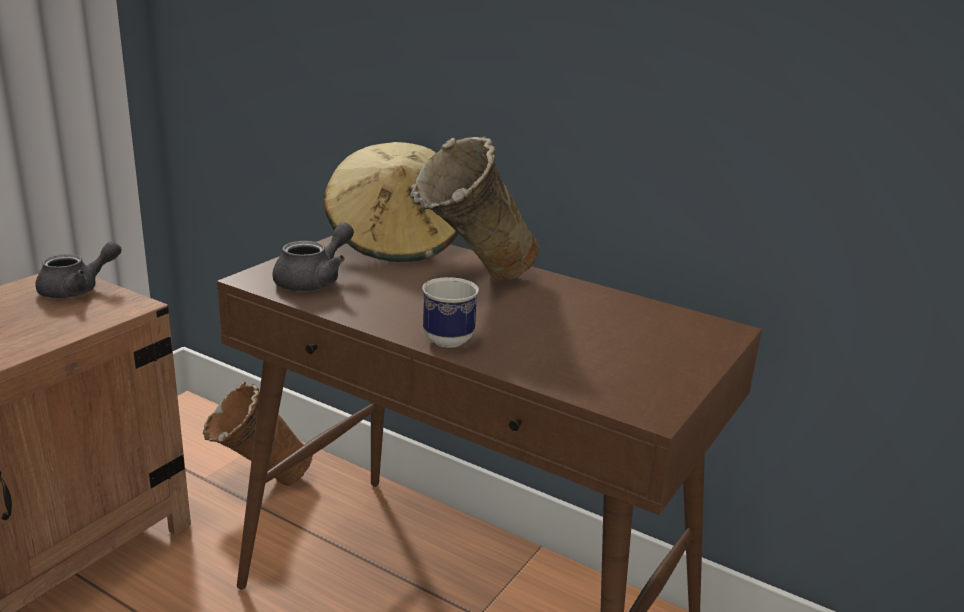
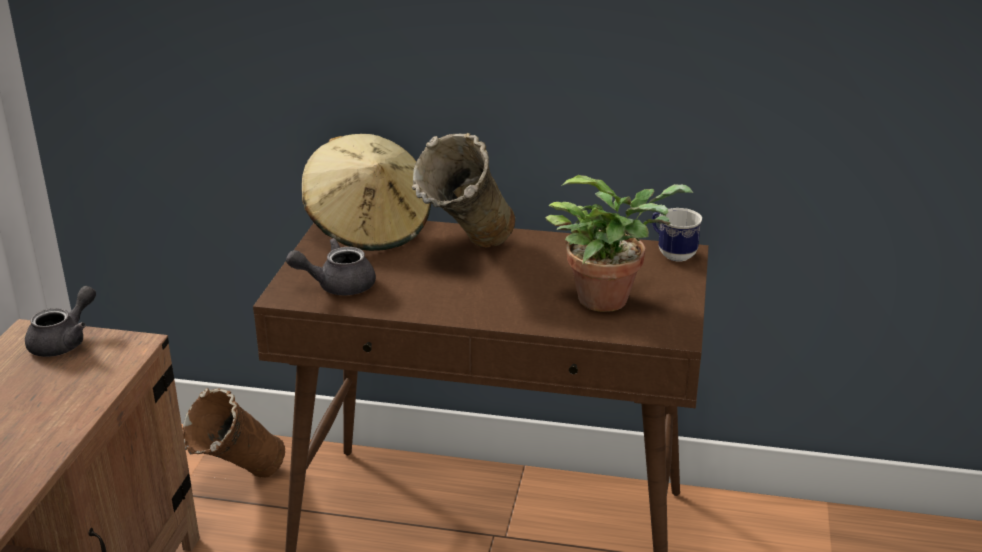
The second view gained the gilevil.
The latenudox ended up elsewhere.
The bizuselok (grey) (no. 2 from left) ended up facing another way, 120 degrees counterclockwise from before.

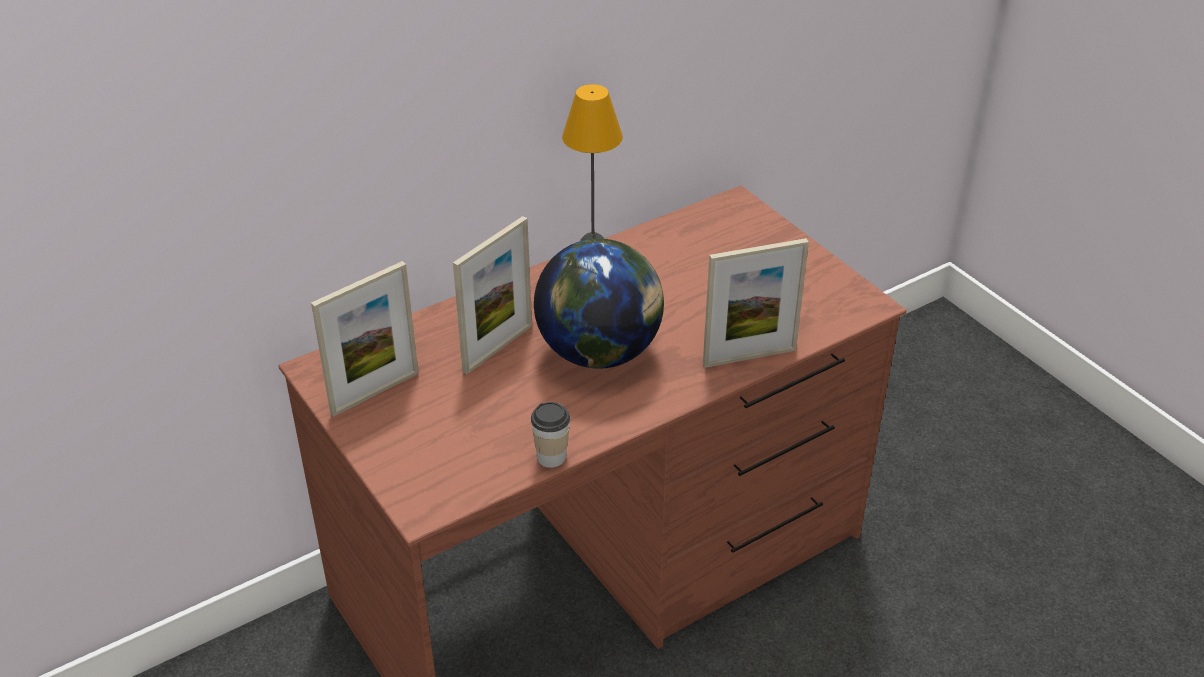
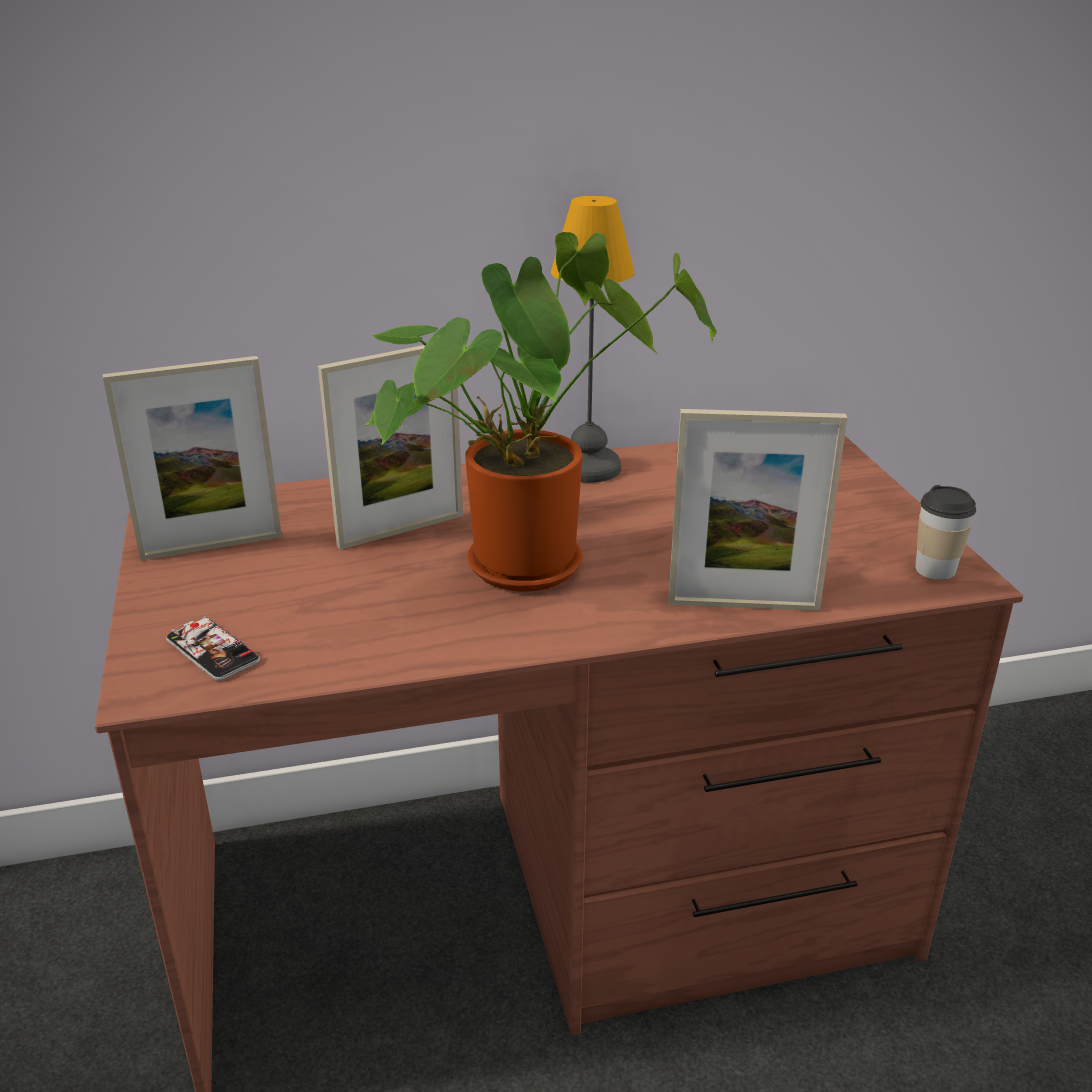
The second view gained the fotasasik.
The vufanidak ended up elsewhere.
Where the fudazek stood, the gilevil came to stand.

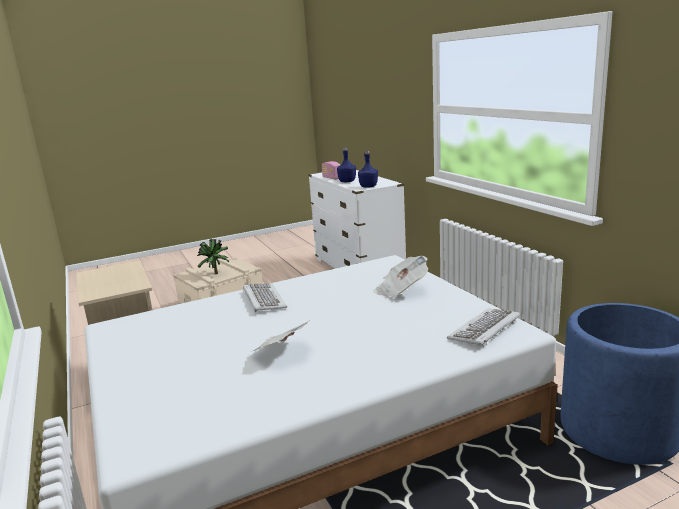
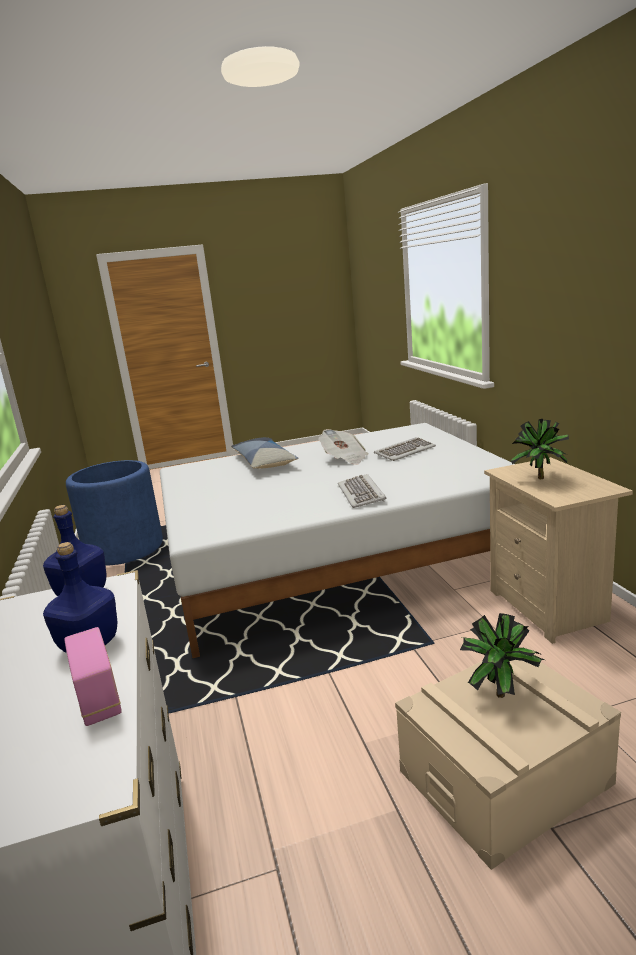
The second view lost the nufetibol (no. 2 from left).
The second view gained the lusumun.
The second view gained the gilevil (no. 2 from left).
The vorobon (no. 2 from left) ended up elsewhere.

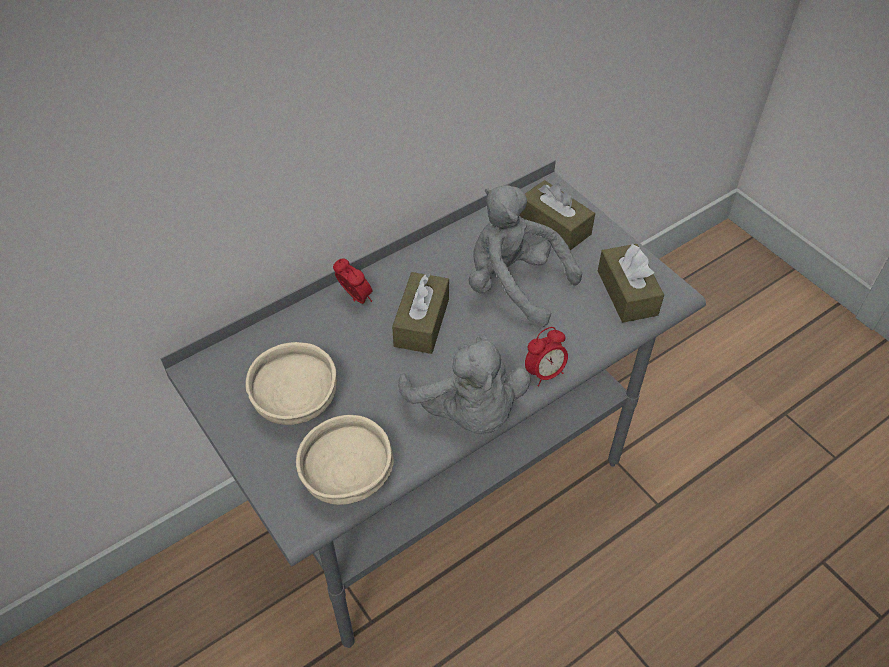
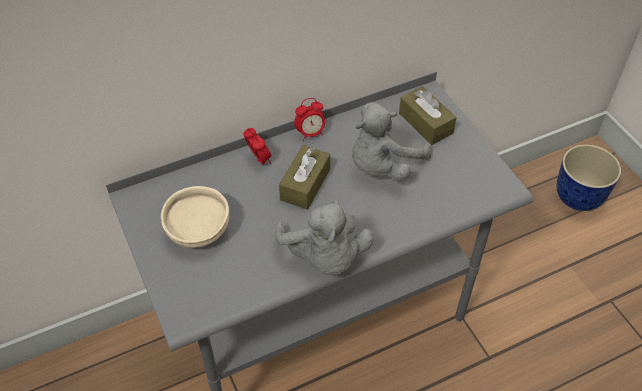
The second view lost the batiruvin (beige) (no. 2 from left).
The second view lost the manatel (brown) (no. 3 from left).
The second view gained the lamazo.
The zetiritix (no. 2 from left) ended up elsewhere.
The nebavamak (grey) (no. 2 from left) ended up facing another way, 90 degrees counterclockwise from before.

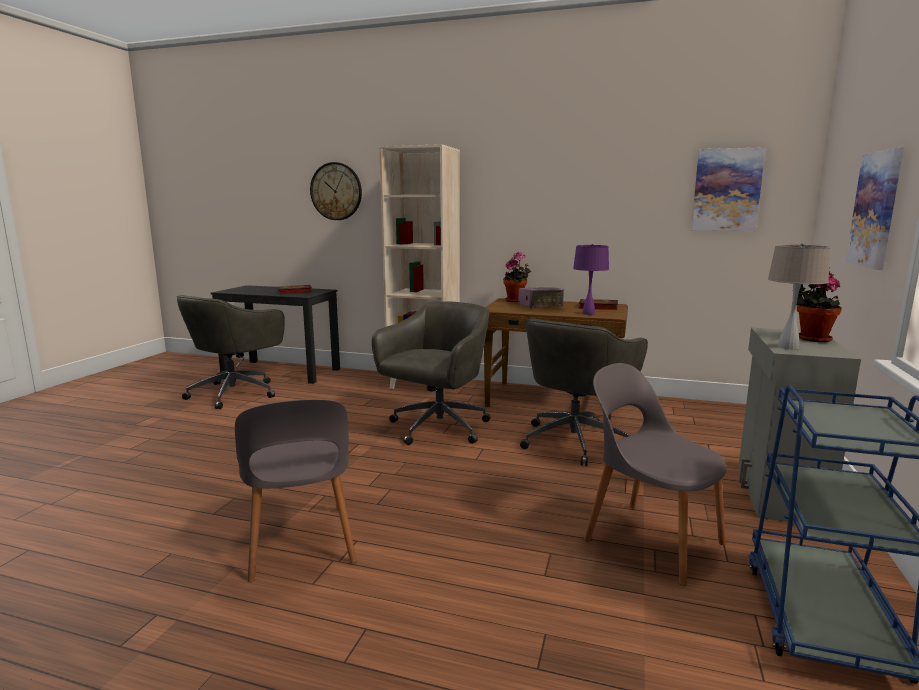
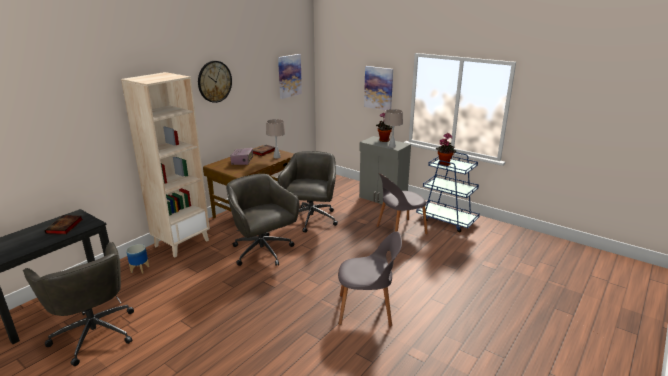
The second view gained the lamazo.
The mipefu ended up elsewhere.
The gilevil (no. 1 from left in the first image) ended up elsewhere.
What was the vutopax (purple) turned into the vutopax (beige) (no. 1 from left).
The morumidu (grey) (no. 3 from left) ended up facing another way, 135 degrees counterclockwise from before.

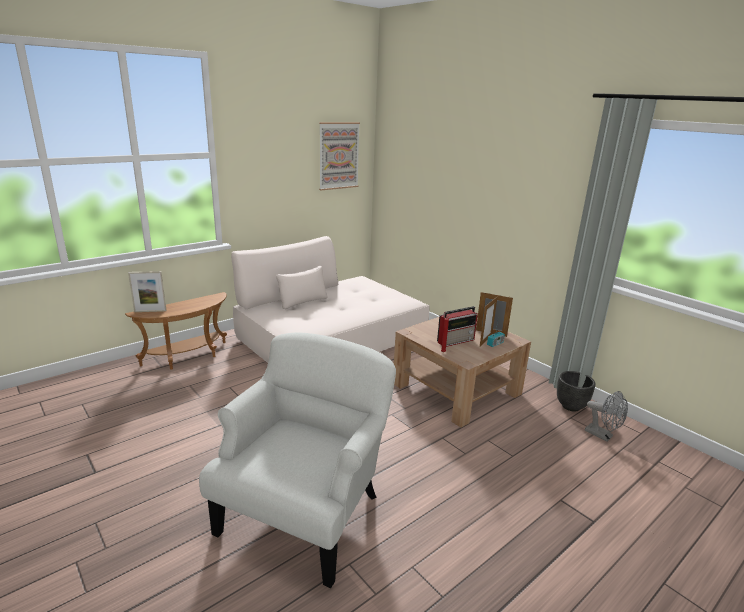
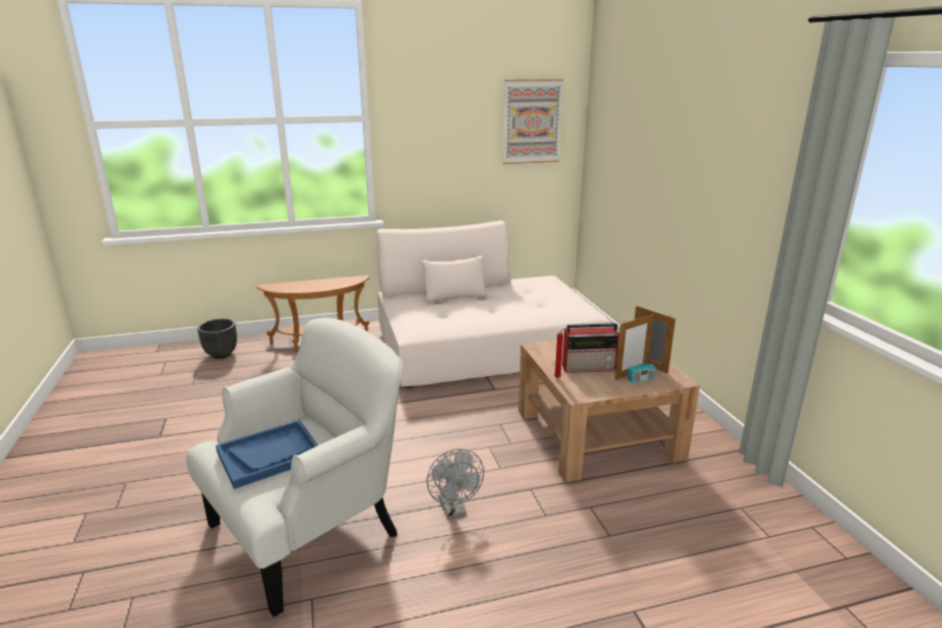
The second view lost the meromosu (no. 1 from left).
The second view gained the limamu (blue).
The lamazo (black) ended up elsewhere.
The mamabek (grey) ended up elsewhere.

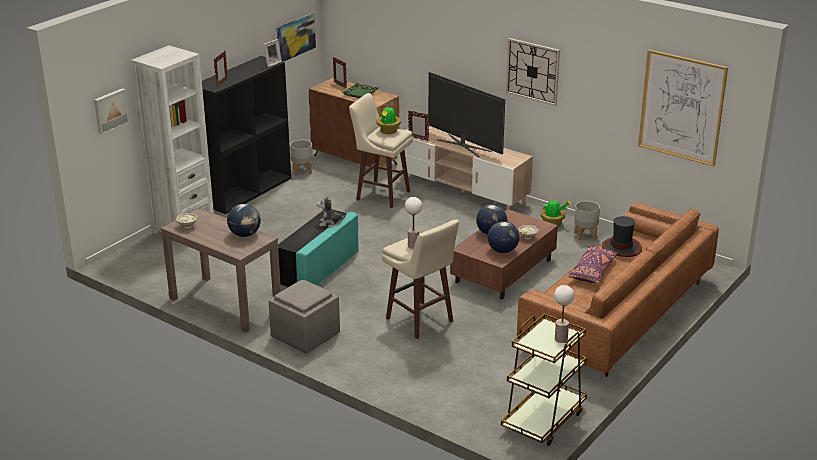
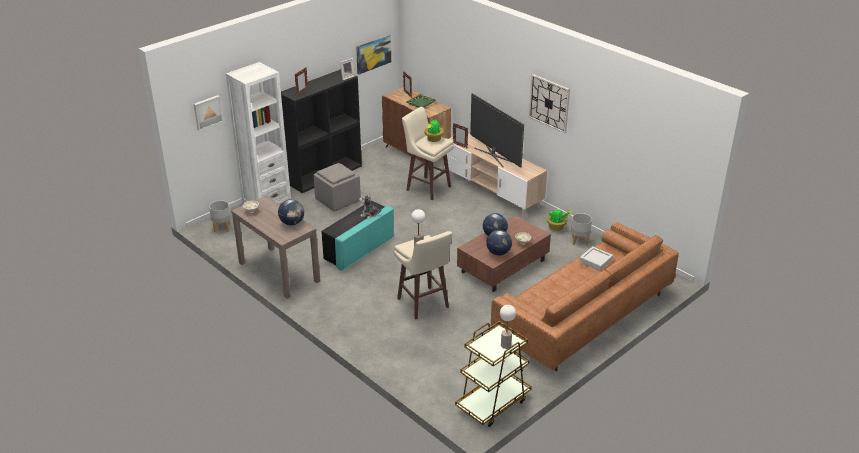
The second view lost the lusumun (purple).
The second view lost the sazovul (no. 3 from left).
The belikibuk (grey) ended up elsewhere.
The lamazo (grey) (no. 1 from left) ended up elsewhere.
Where the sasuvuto stood, the limamu (grey) came to stand.

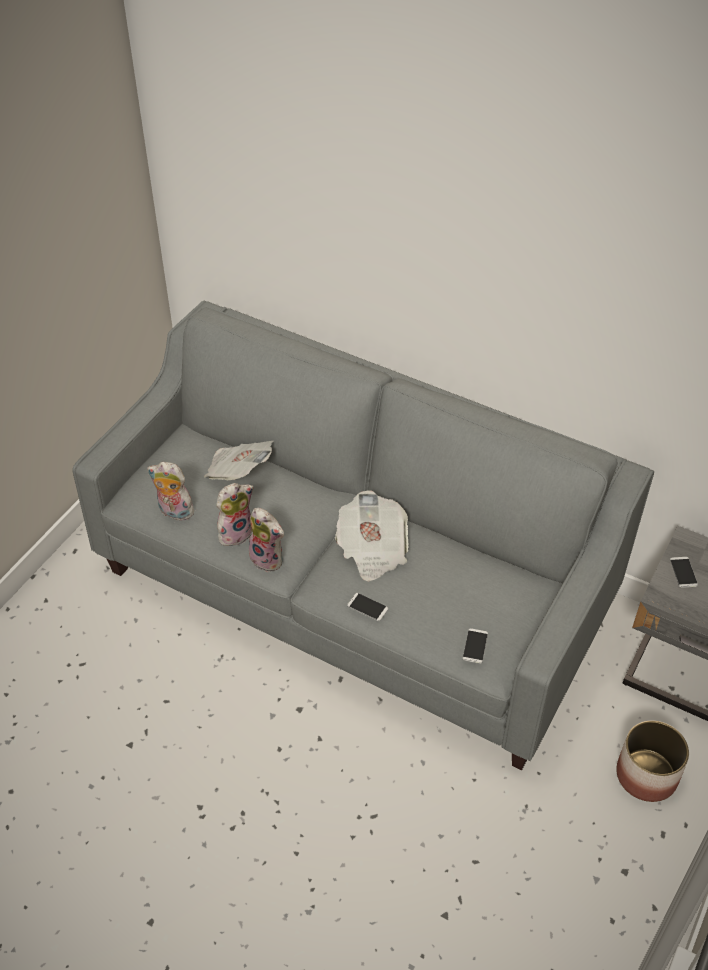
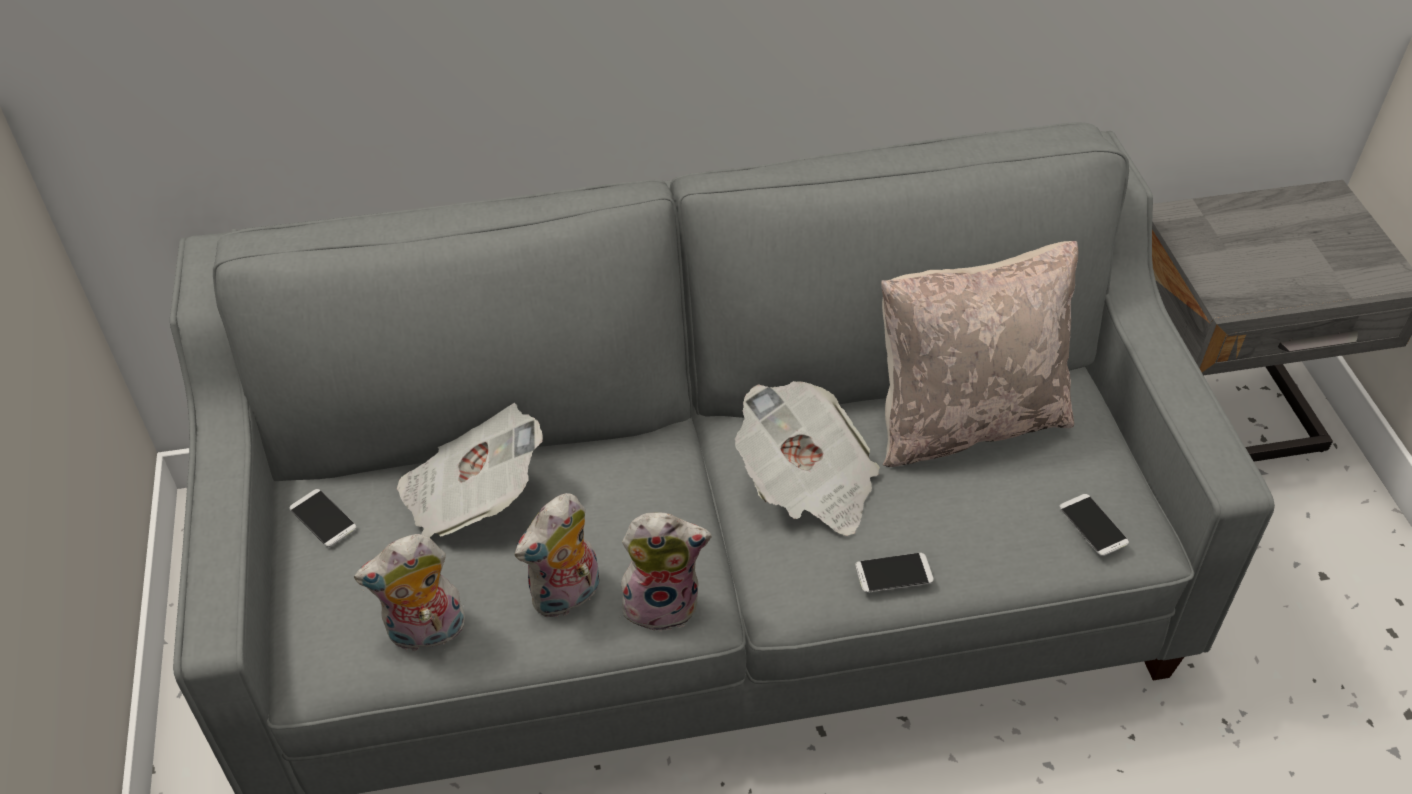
The second view lost the lamazo.
The second view gained the lusumun (beige).
The fotasasik (no. 3 from left in the first image) ended up elsewhere.
The nebavamak (no. 2 from left) ended up facing another way, 150 degrees counterclockwise from before.

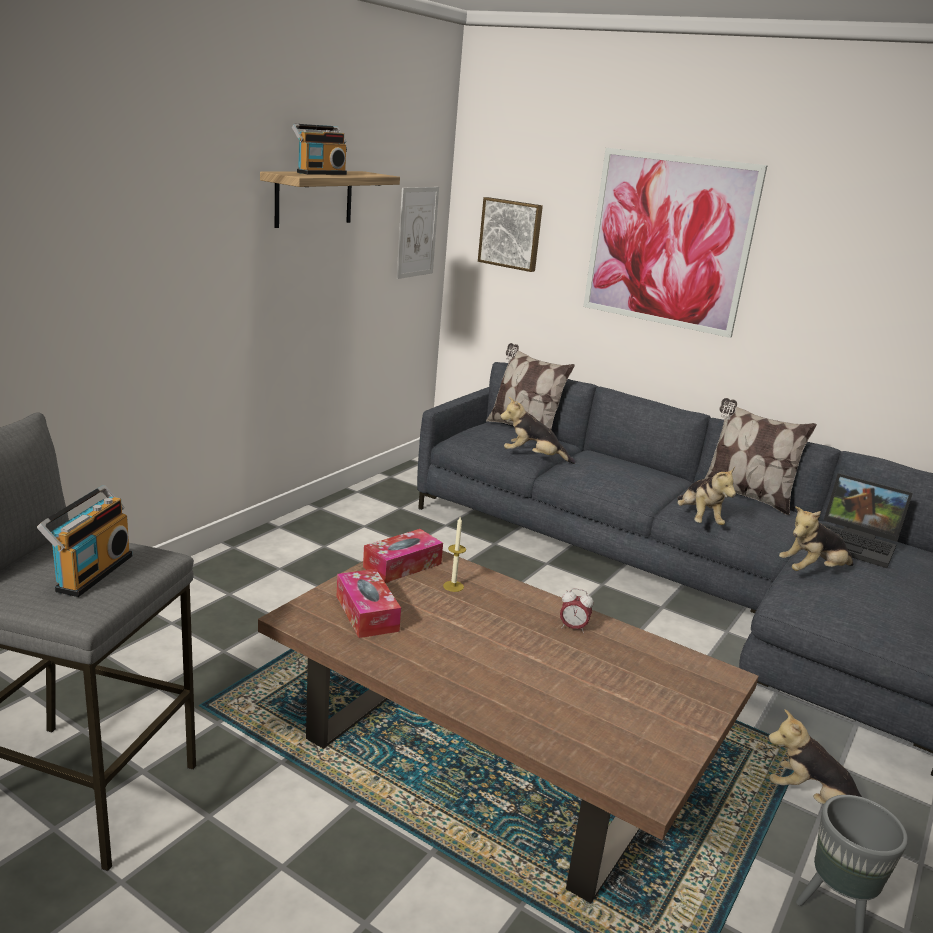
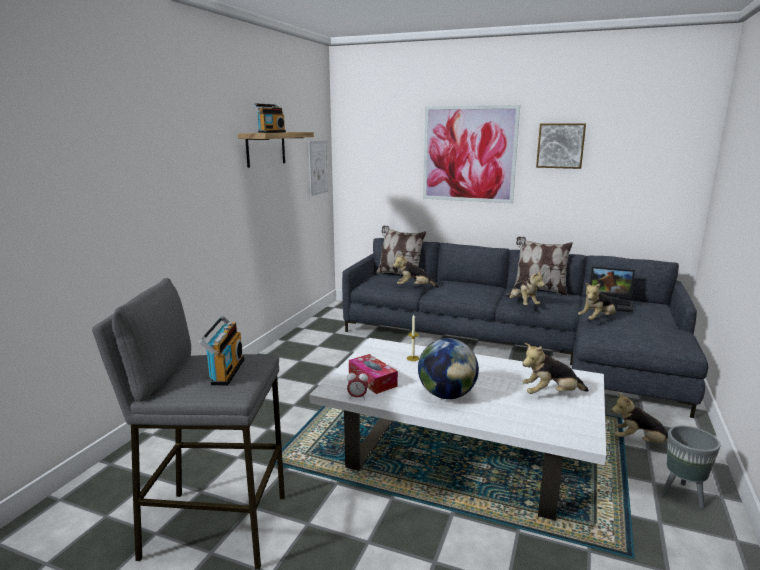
The second view lost the manatel (no. 2 from left).
The second view gained the fudazek.
The second view gained the nebavamak (no. 3 from left).
The sazovul (no. 2 from left in the first image) ended up elsewhere.
The zetiritix ended up elsewhere.
What was the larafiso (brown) turned into the larafiso (white).

